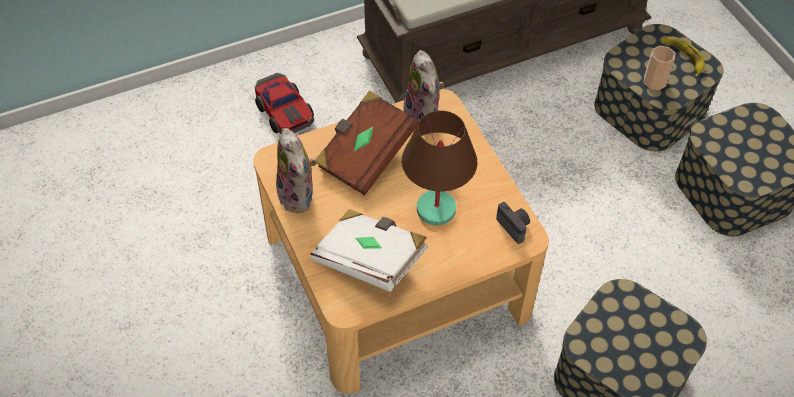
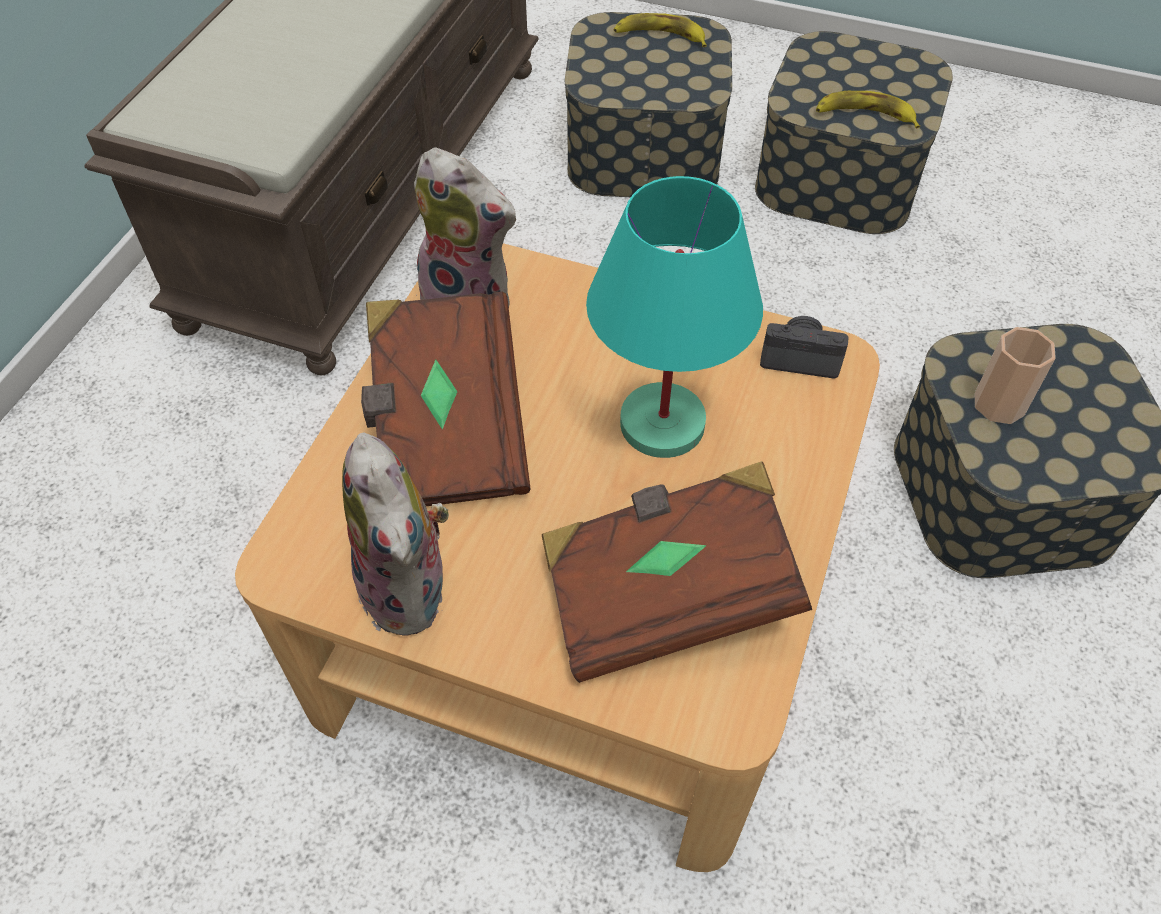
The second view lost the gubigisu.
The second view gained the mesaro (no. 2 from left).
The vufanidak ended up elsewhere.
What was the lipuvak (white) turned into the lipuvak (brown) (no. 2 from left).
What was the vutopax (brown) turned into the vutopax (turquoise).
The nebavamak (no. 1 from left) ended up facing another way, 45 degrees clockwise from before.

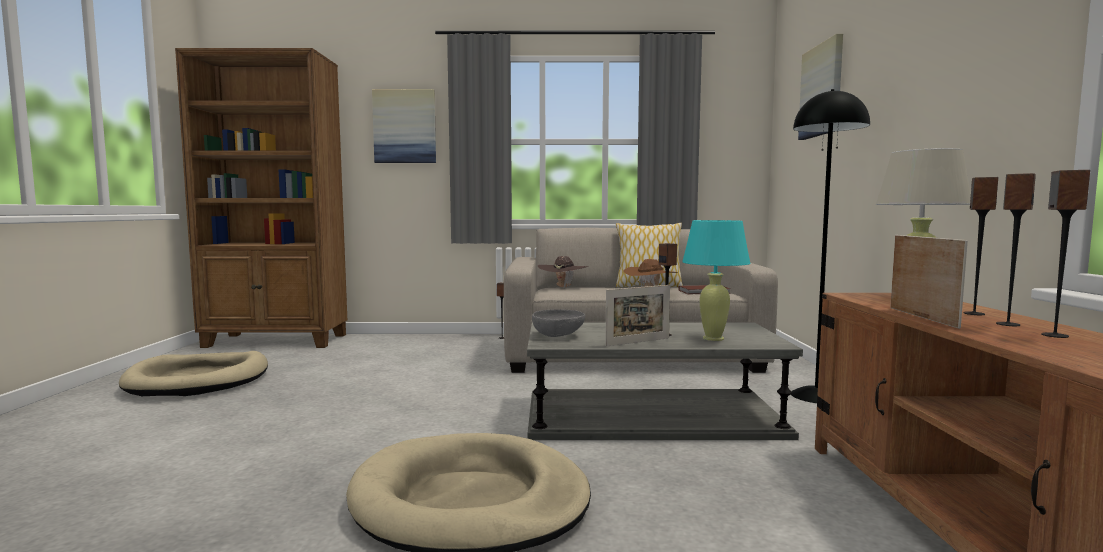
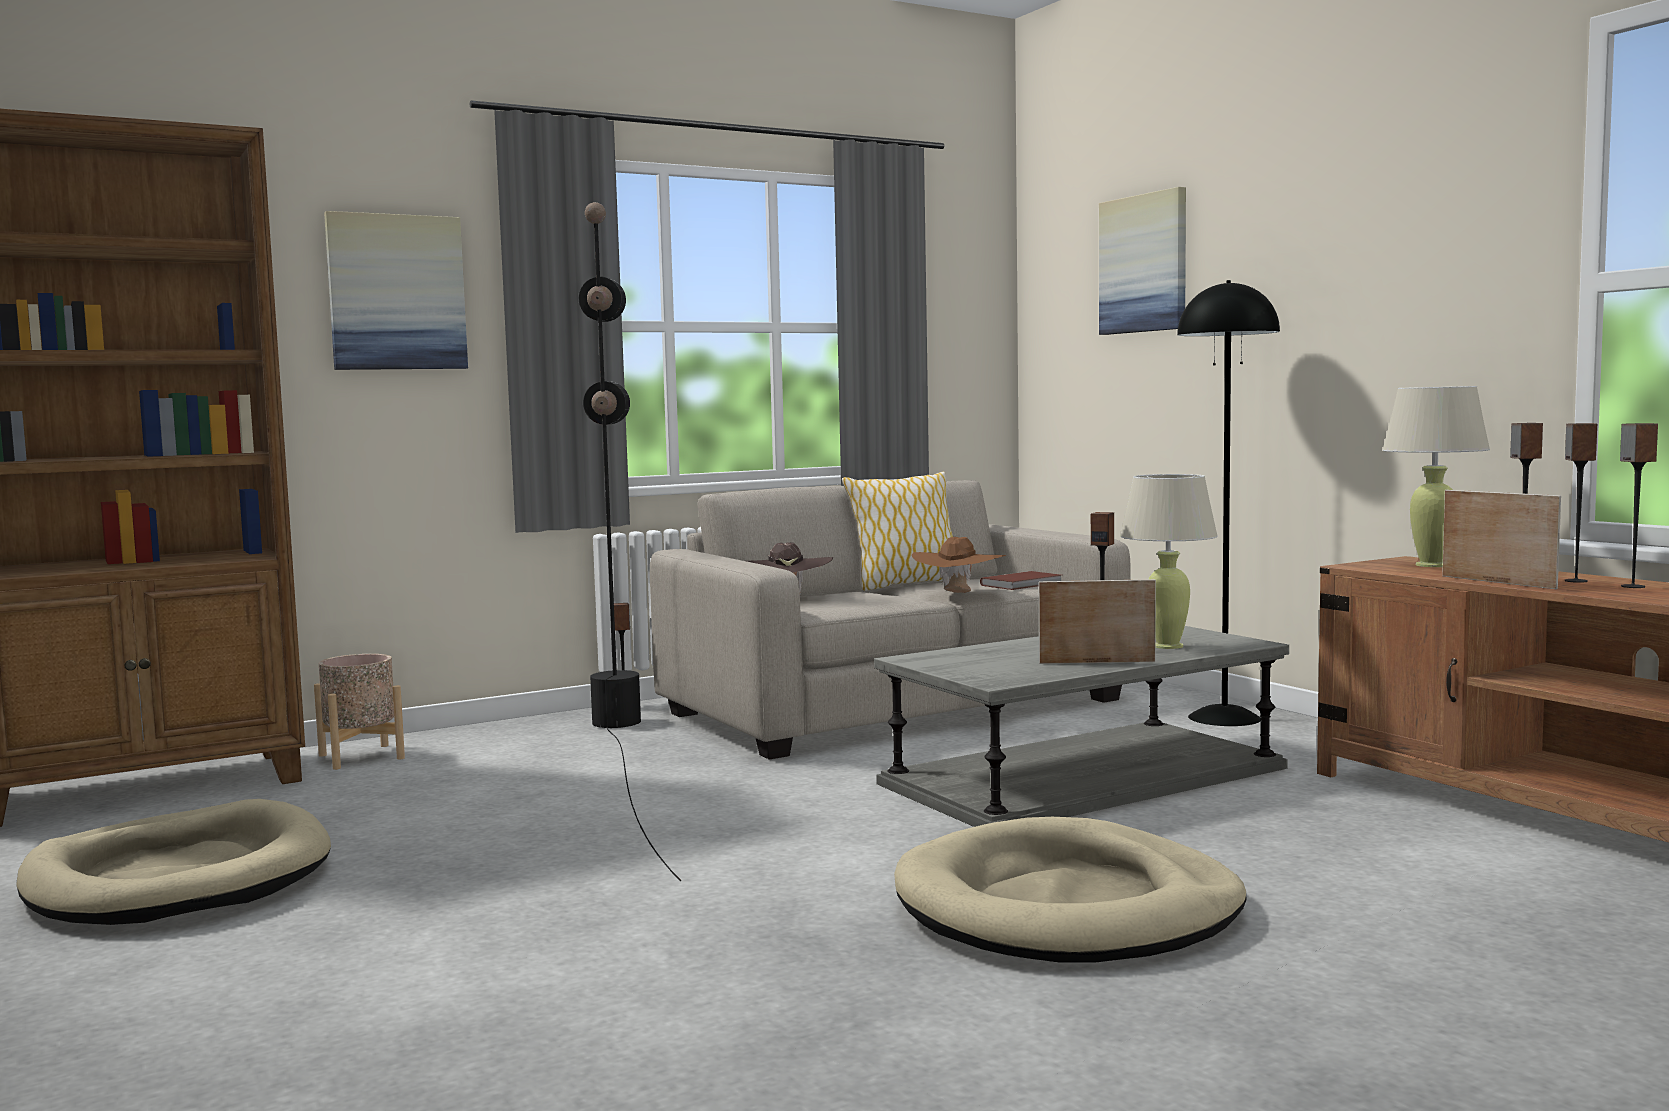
The second view lost the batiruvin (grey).
The second view gained the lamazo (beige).
The second view gained the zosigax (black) (no. 1 from left).
What was the vutopax (turquoise) turned into the vutopax (beige) (no. 1 from left).
The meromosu (no. 1 from left) ended up facing another way, 120 degrees counterclockwise from before.

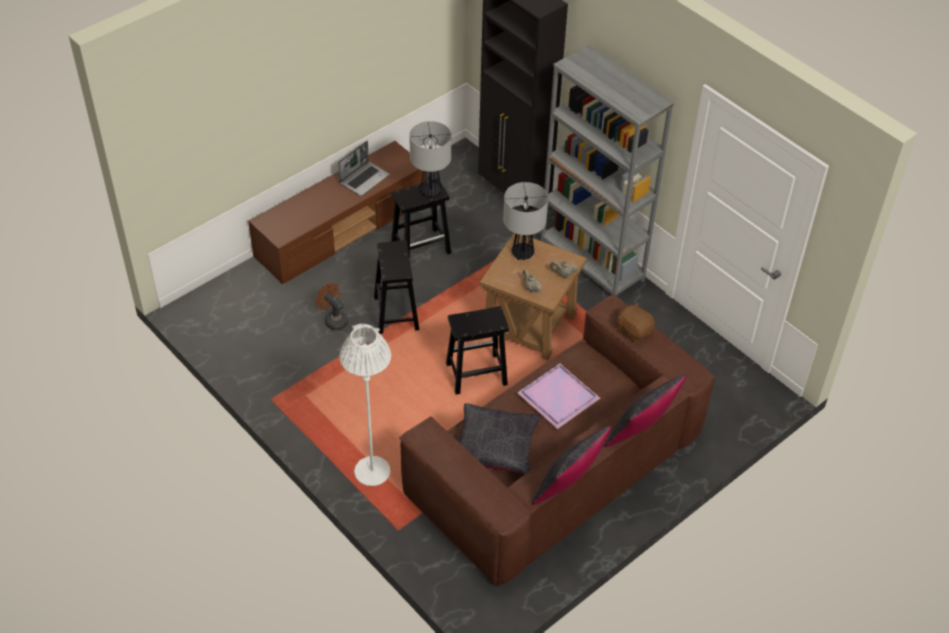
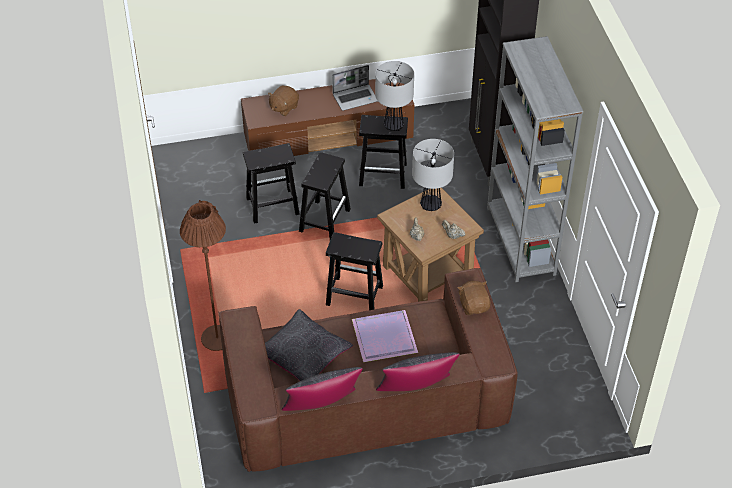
The second view gained the nebavamak (brown) (no. 1 from left).
Where the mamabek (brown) stood, the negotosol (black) (no. 1 from left) came to stand.
What was the zosigax (white) turned into the zosigax (brown).

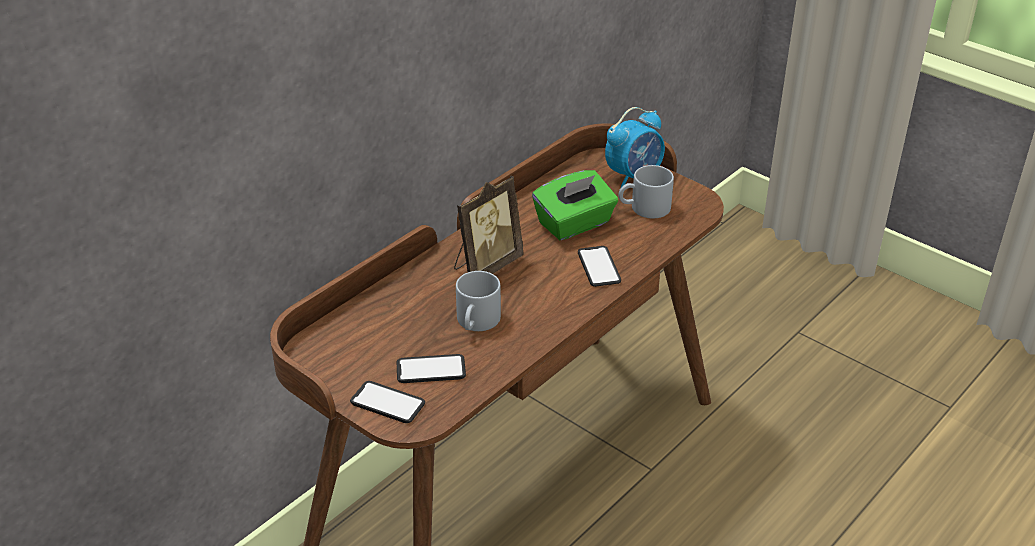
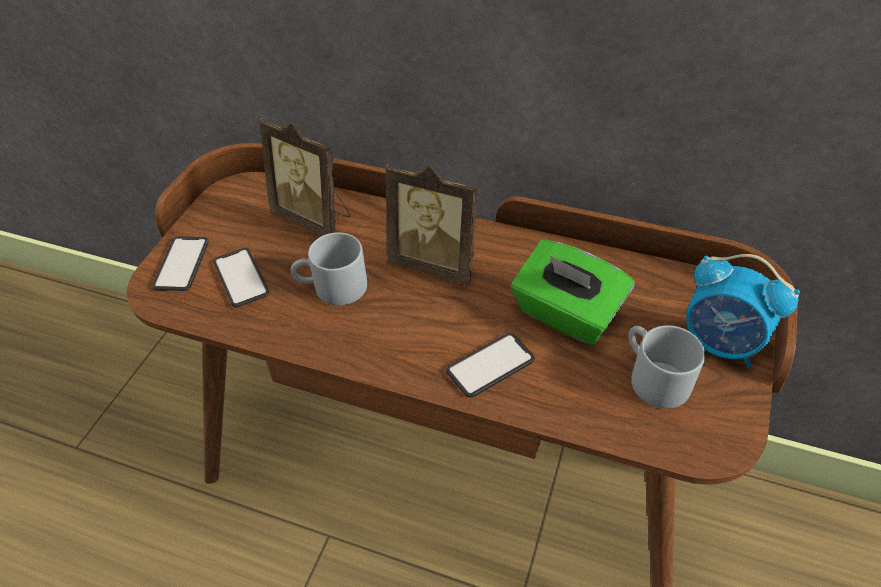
The second view gained the meromosu (no. 1 from left).

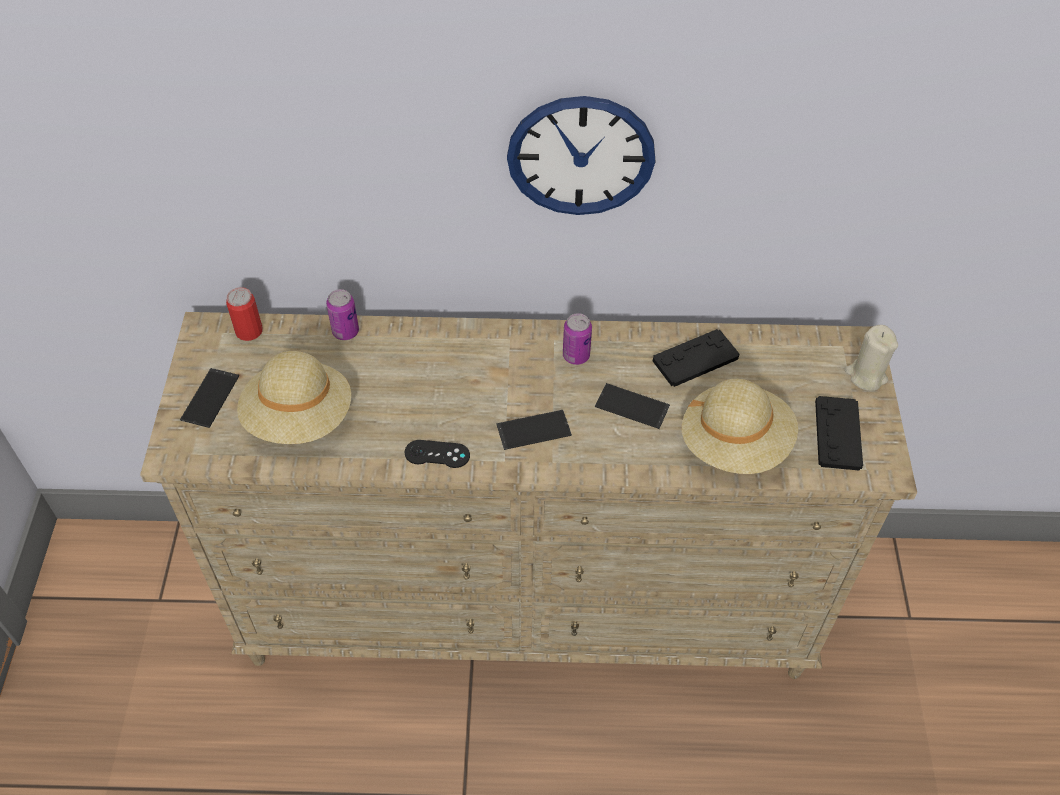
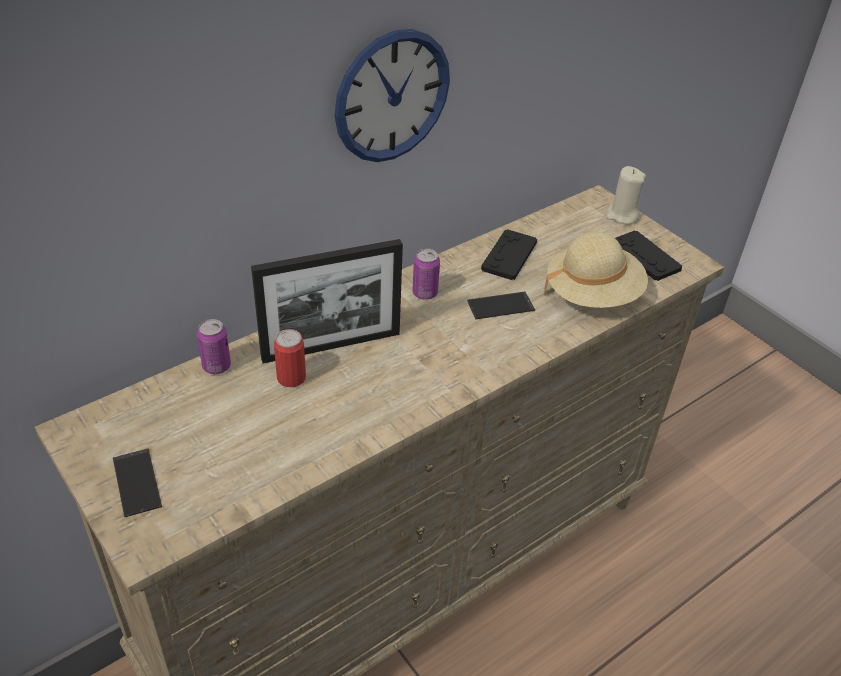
The second view lost the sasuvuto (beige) (no. 1 from left).
The second view lost the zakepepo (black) (no. 1 from left).
The second view lost the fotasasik (no. 2 from left).
The second view gained the meromosu.
The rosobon (no. 1 from left in the first image) ended up elsewhere.

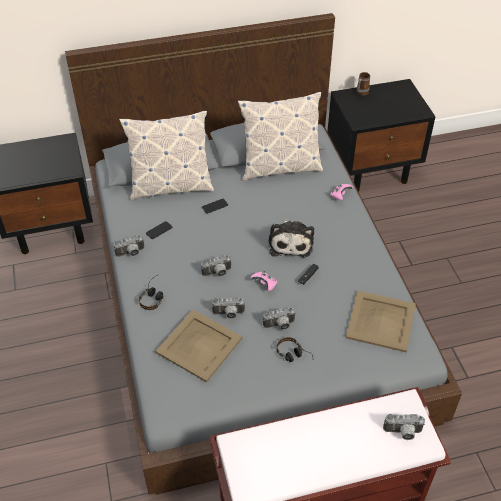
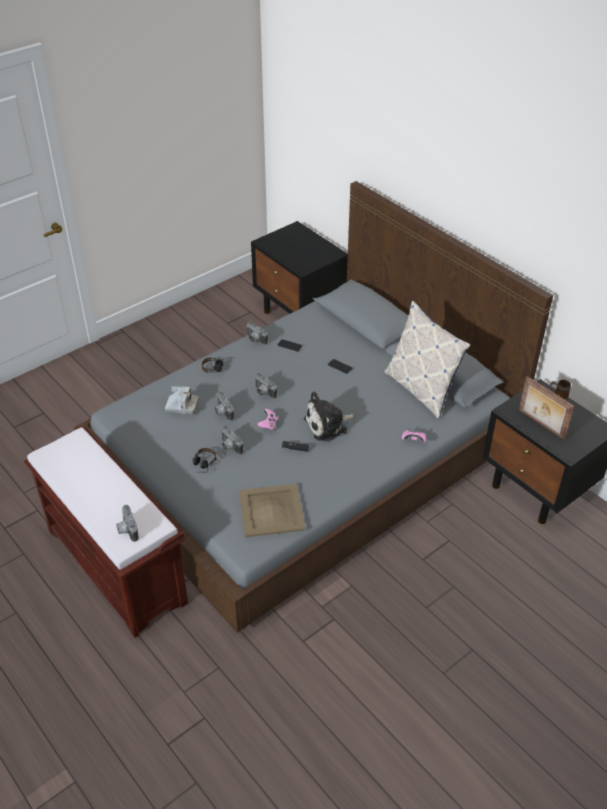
The second view lost the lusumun (no. 1 from left).
The second view gained the meromosu.
Where the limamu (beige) (no. 1 from left) stood, the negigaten (no. 2 from left) came to stand.

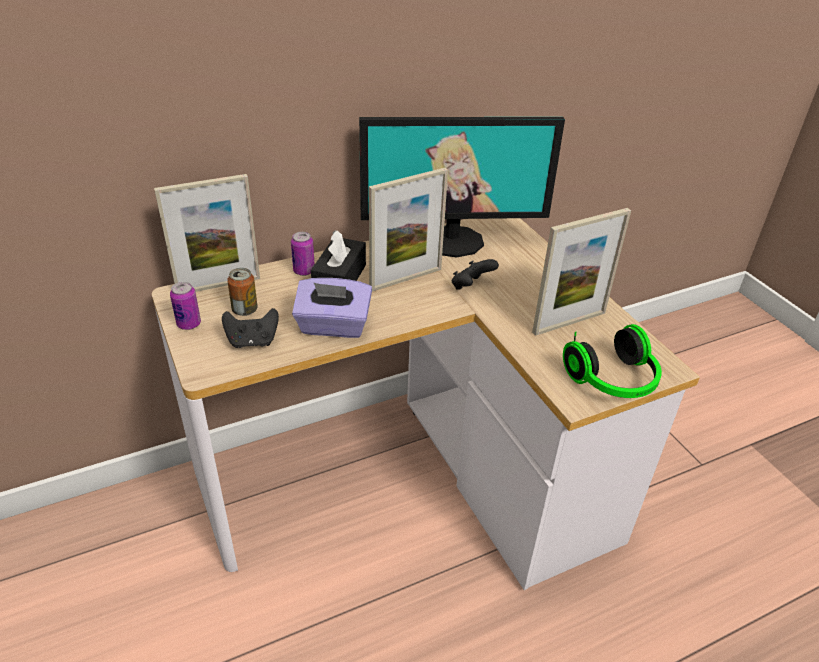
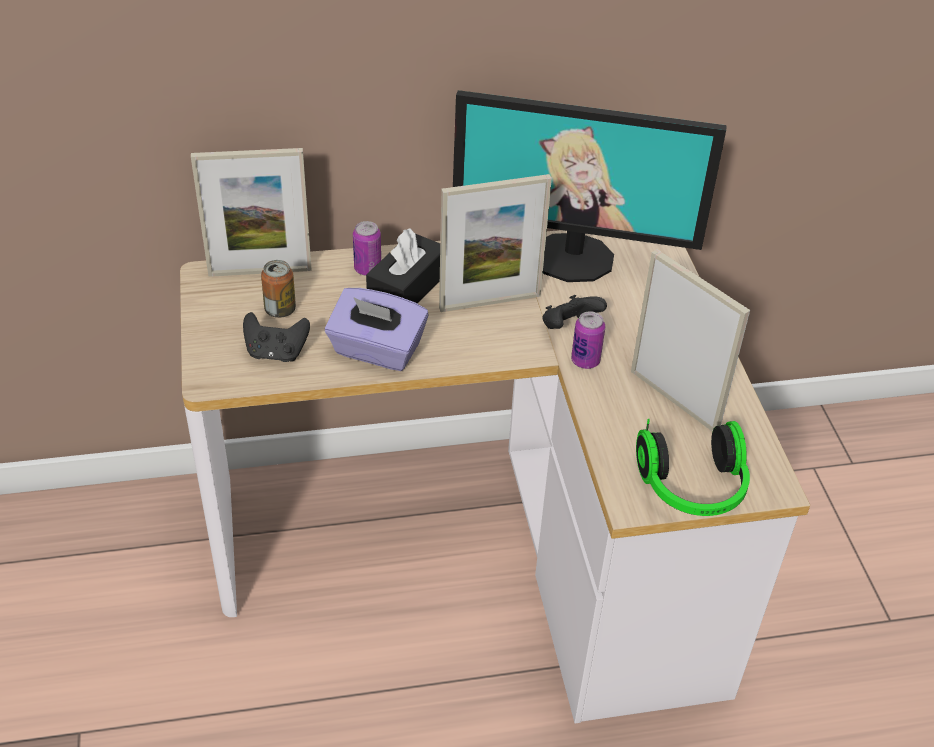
The rosobon (no. 1 from left in the first image) ended up elsewhere.
The meromosu (no. 3 from left) ended up facing another way, 120 degrees counterclockwise from before.

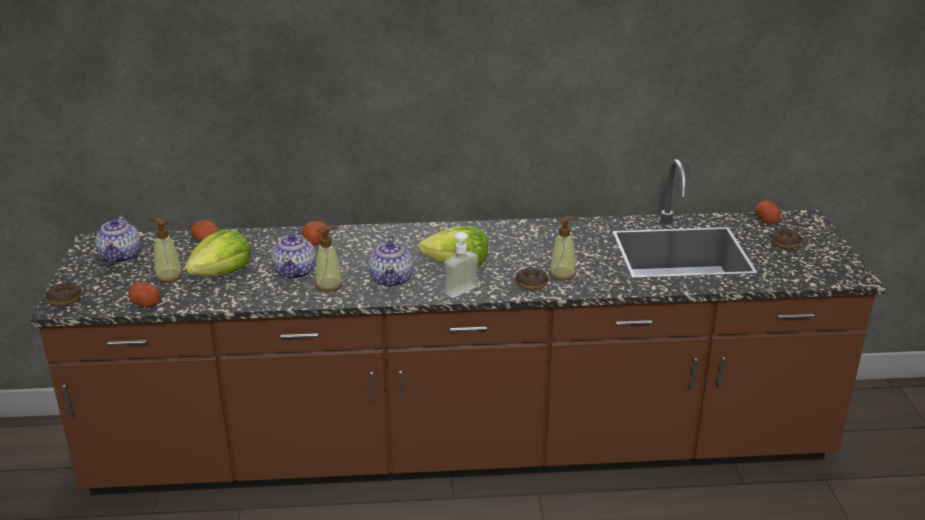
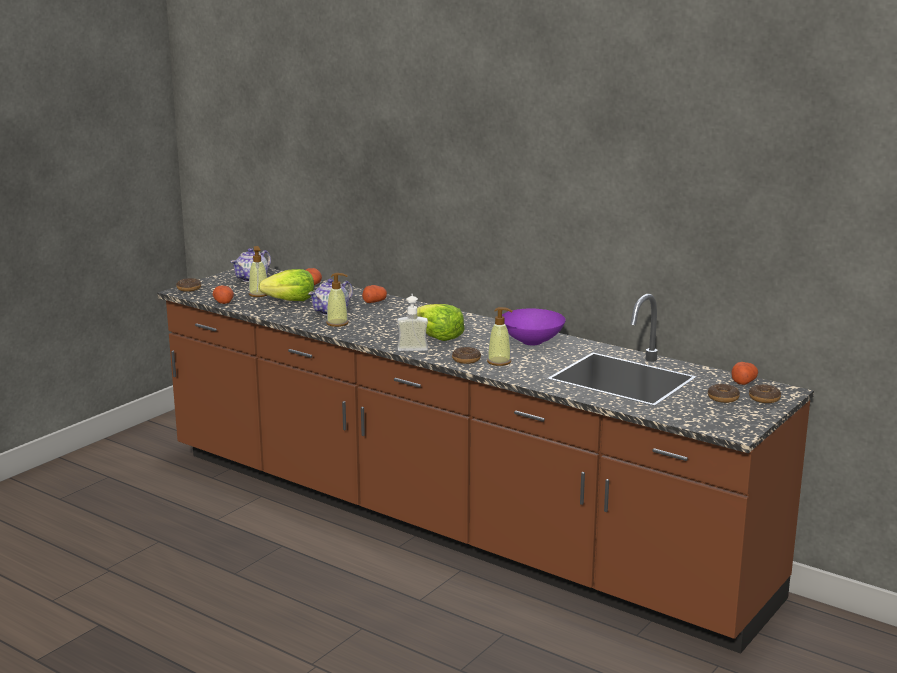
The second view lost the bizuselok (no. 3 from left).
The second view gained the batiruvin (purple).
The second view gained the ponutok (no. 4 from left).

